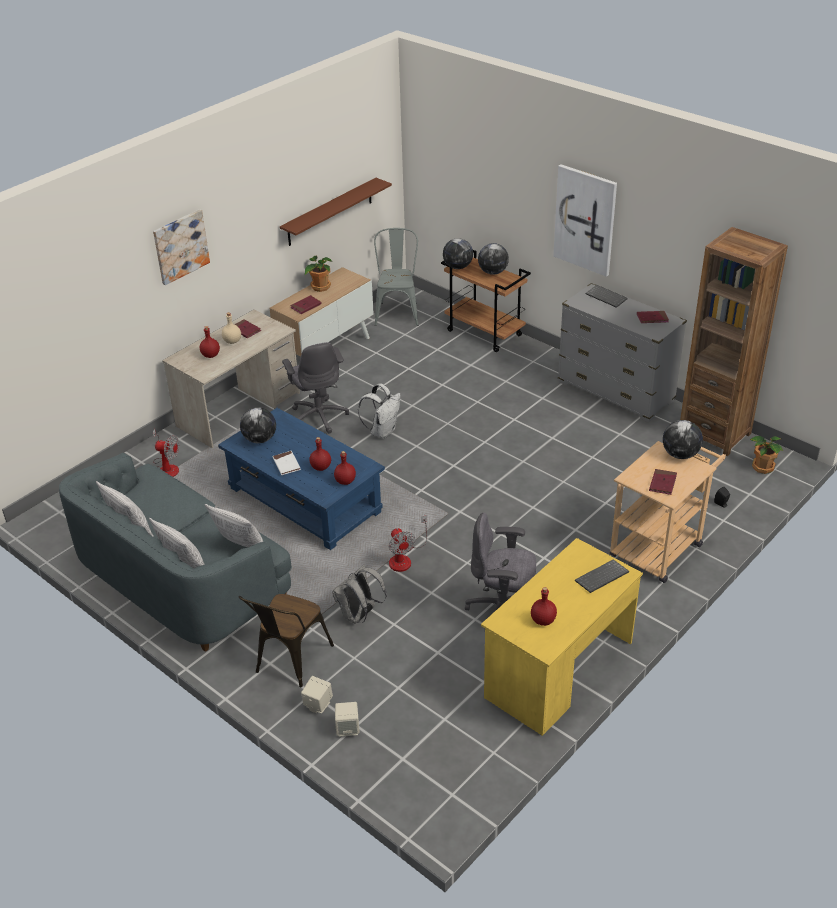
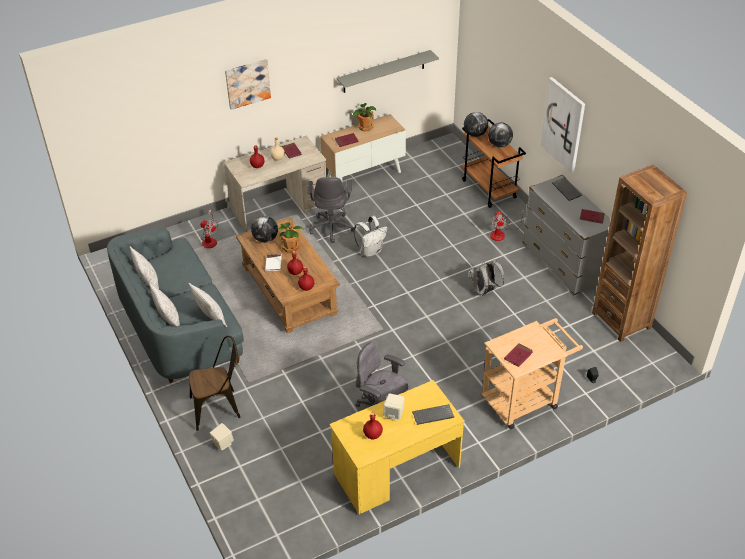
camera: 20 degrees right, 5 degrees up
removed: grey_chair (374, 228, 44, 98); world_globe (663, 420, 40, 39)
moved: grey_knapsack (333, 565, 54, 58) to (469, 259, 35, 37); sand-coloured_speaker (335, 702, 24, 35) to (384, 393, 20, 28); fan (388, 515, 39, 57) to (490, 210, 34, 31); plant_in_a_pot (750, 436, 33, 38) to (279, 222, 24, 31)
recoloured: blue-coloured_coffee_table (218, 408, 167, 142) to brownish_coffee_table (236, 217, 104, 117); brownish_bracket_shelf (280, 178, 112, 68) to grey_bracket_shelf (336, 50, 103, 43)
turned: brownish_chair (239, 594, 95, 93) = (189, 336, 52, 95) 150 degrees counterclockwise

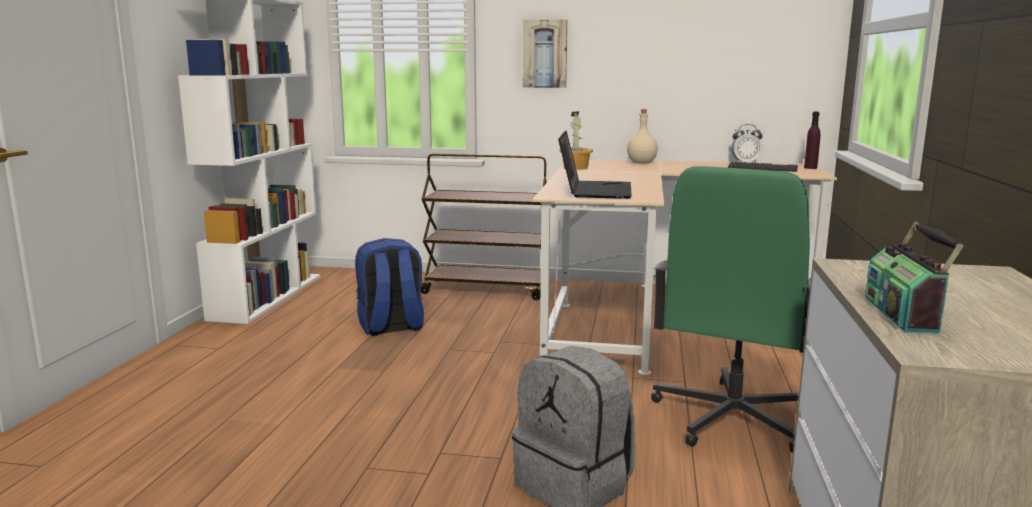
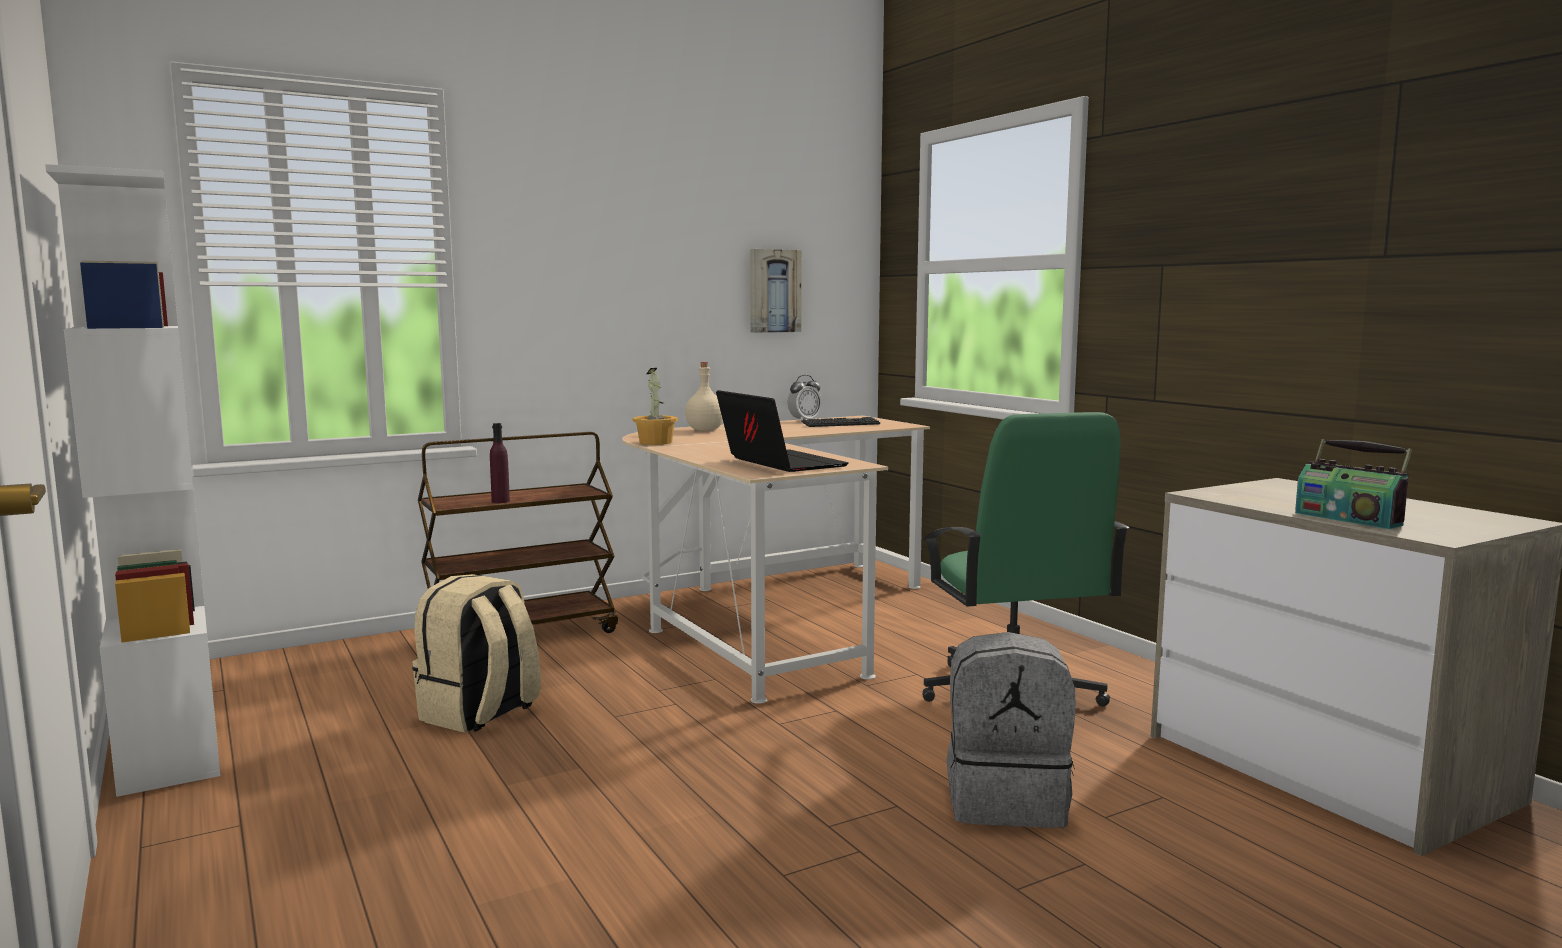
camera: 40 degrees left, 5 degrees down
moved: picture (523, 20, 44, 68) to (750, 249, 51, 84); purple_beverage_bottle (804, 112, 17, 57) to (490, 423, 20, 80)
recoloured: blue-coloured_knapsack (355, 238, 69, 98) to sand-coloured_knapsack (412, 574, 129, 159)

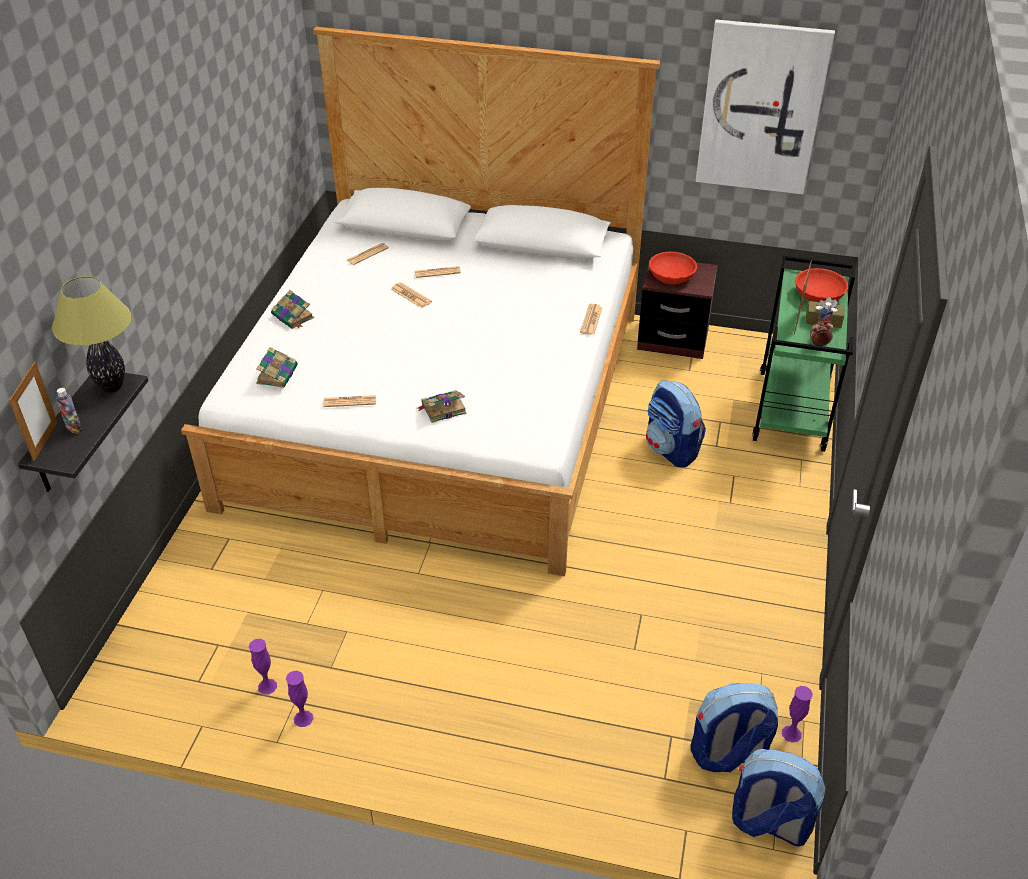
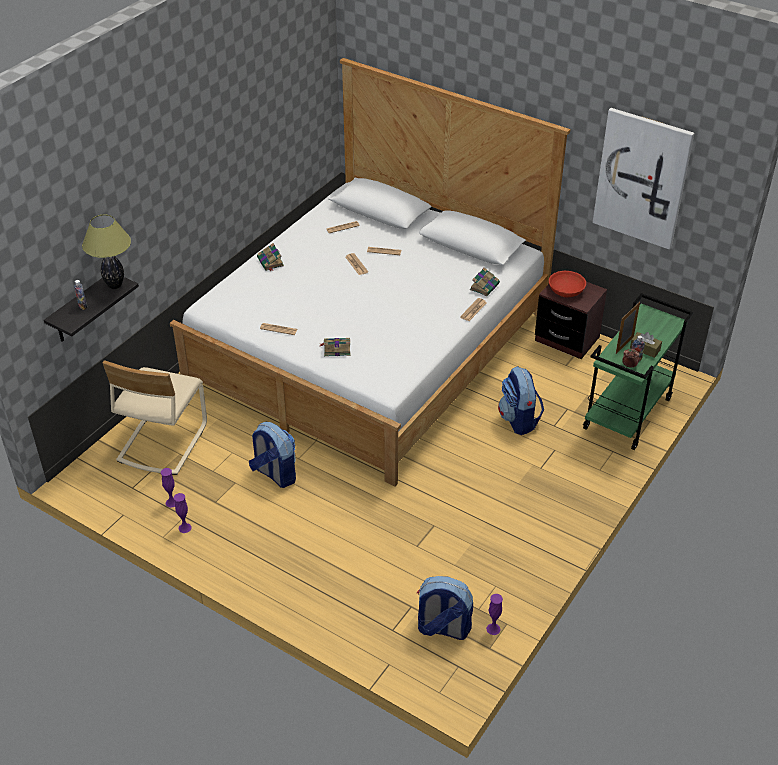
camera: 20 degrees right, 0 degrees up
removed: standing_frame (9, 361, 49, 100); red_serving_bowl (795, 268, 53, 34)
added: sand-coloured_chair (103, 360, 104, 115)
moved: volume (256, 347, 42, 41) to (470, 267, 30, 29); knapsack (732, 749, 93, 97) to (249, 422, 47, 66)

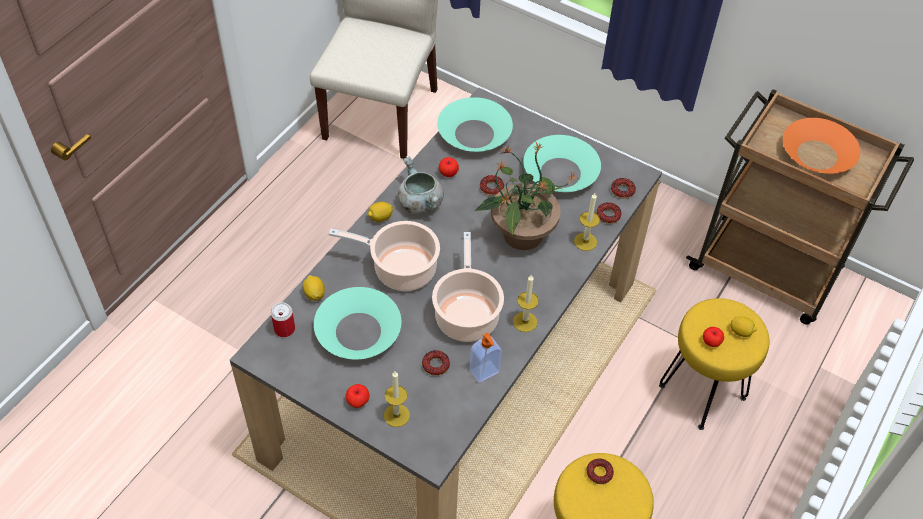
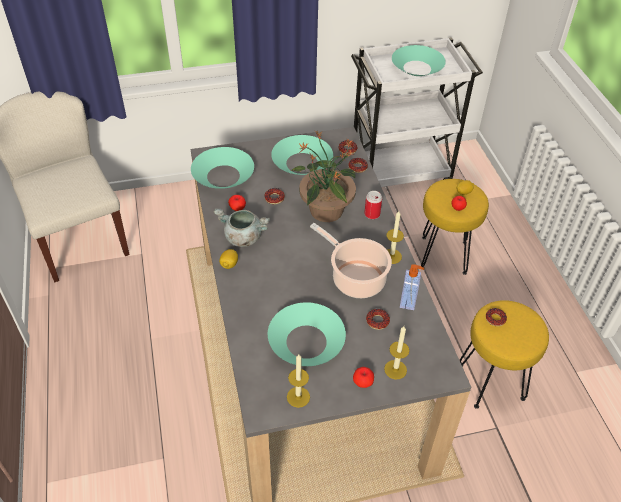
camera: 45 degrees left, 5 degrees down
removed: citrus_fruit (303, 275, 22, 26); saucepot (329, 221, 111, 70)
moved: sealed_can (271, 302, 24, 35) to (364, 191, 18, 28); wax_candle (574, 193, 26, 58) to (287, 354, 23, 54)
recoloured: brownish_trolley (686, 89, 228, 235) to white-coloured_trolley (351, 37, 132, 150); orangey_serving_bowl (783, 118, 77, 56) to turquoise_serving_bowl (392, 45, 54, 31)

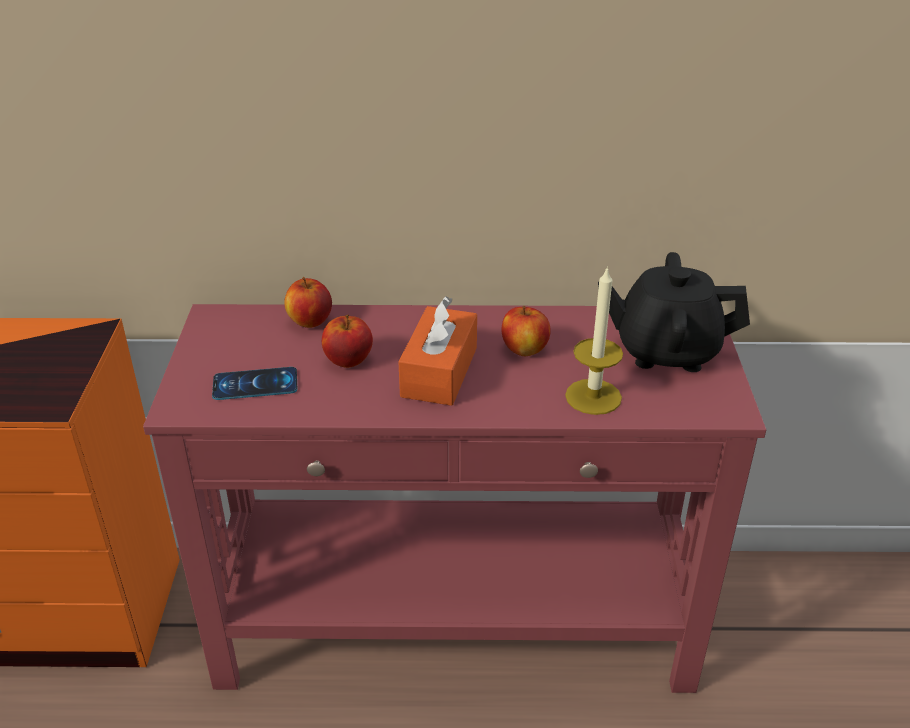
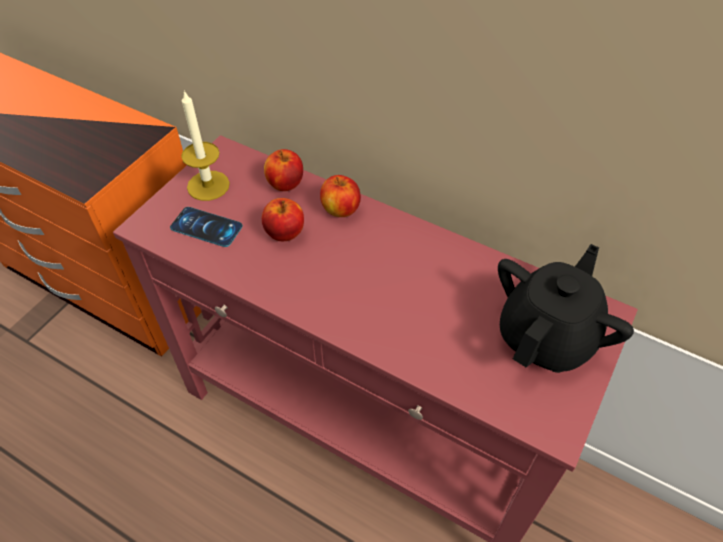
camera: 30 degrees right, 15 degrees up
removed: orangey_box_of_tissues (398, 296, 79, 110)
moved: apple (502, 306, 49, 50) to (320, 175, 41, 42); wax_candle (565, 266, 58, 149) to (181, 90, 49, 111)
turned: black-coloured_tea_pot (598, 252, 152, 120) = (498, 244, 136, 129) 90 degrees clockwise

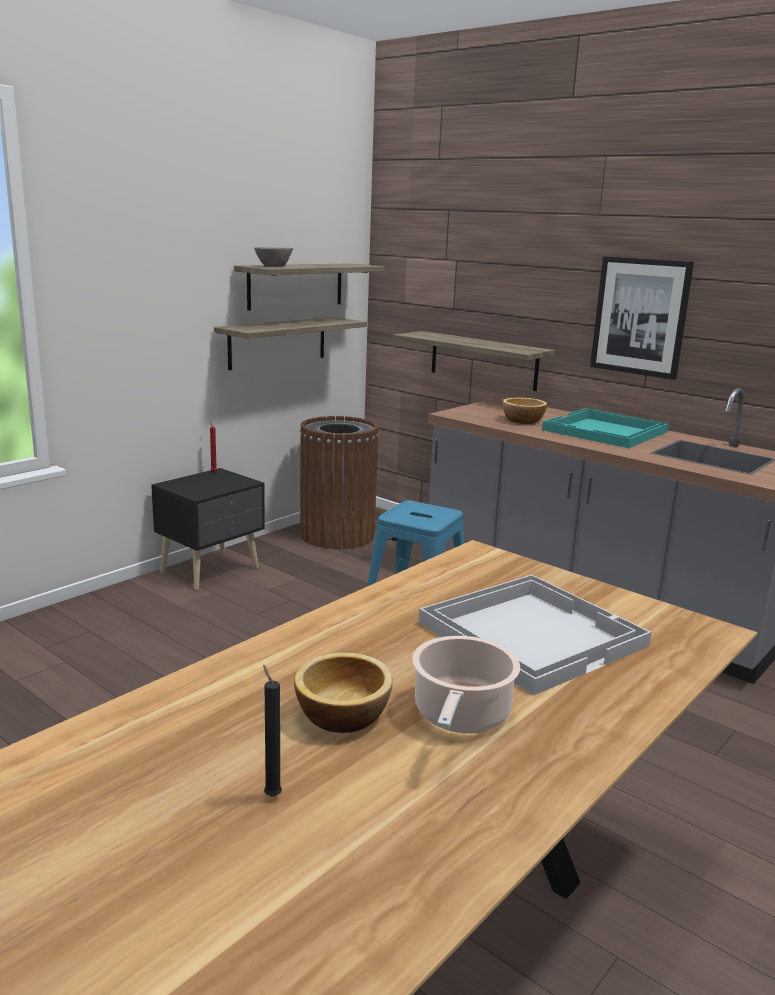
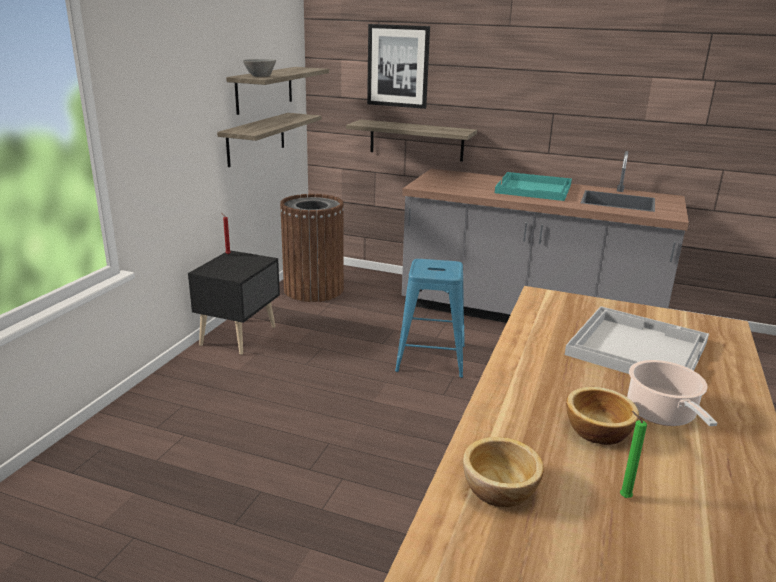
camera: 20 degrees left, 5 degrees up
moved: serving_bowl (503, 397, 44, 27) to (463, 437, 81, 70); picture (590, 256, 104, 124) to (367, 24, 63, 85)
recoloured: black-coloured_wax_candle (263, 665, 19, 132) to greenish_wax_candle (620, 411, 27, 87)

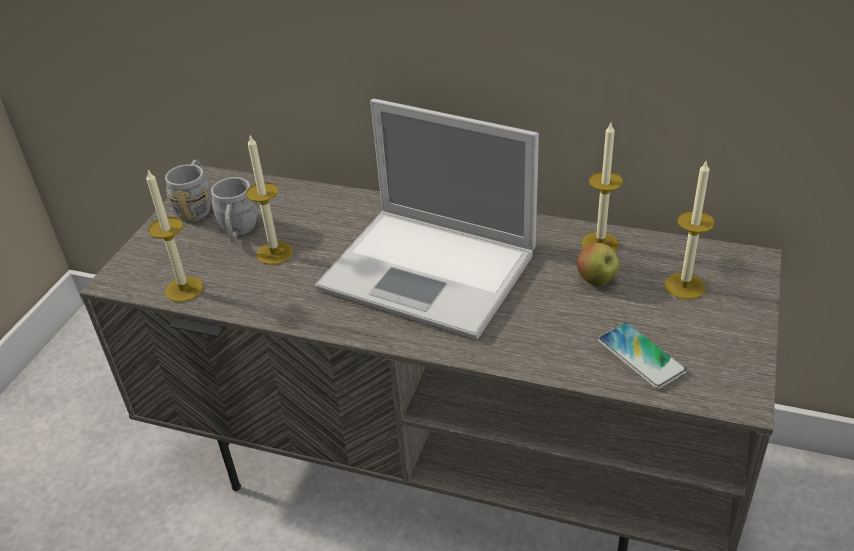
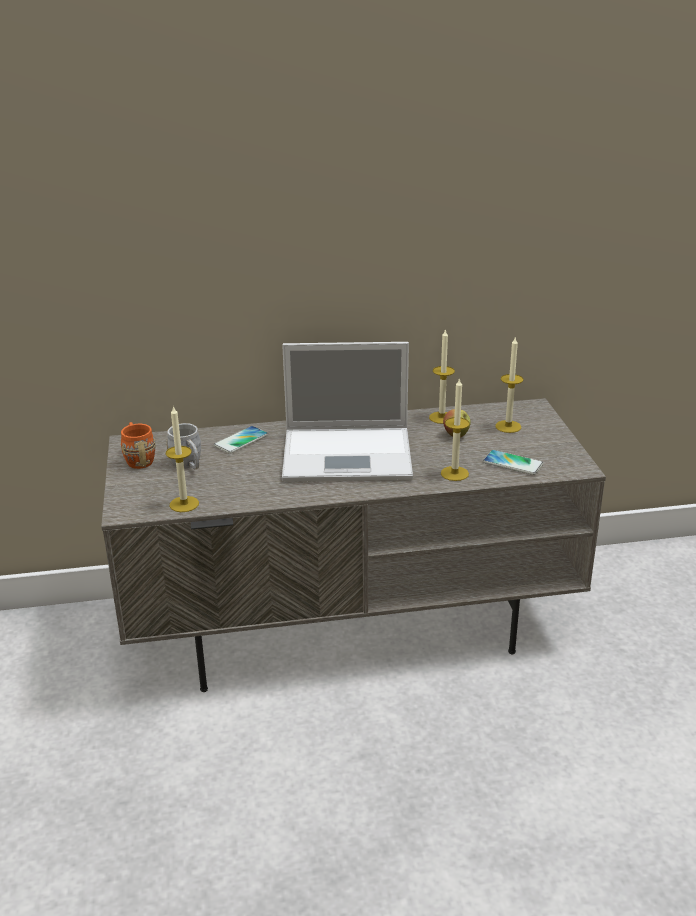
camera: 30 degrees left, 10 degrees down
added: handset (214, 426, 54, 28)
moved: wax_candle (246, 135, 47, 130) to (441, 378, 29, 103)
recoloured: grey_tea_mug (165, 160, 46, 61) to orangey_tea_mug (121, 422, 35, 47)

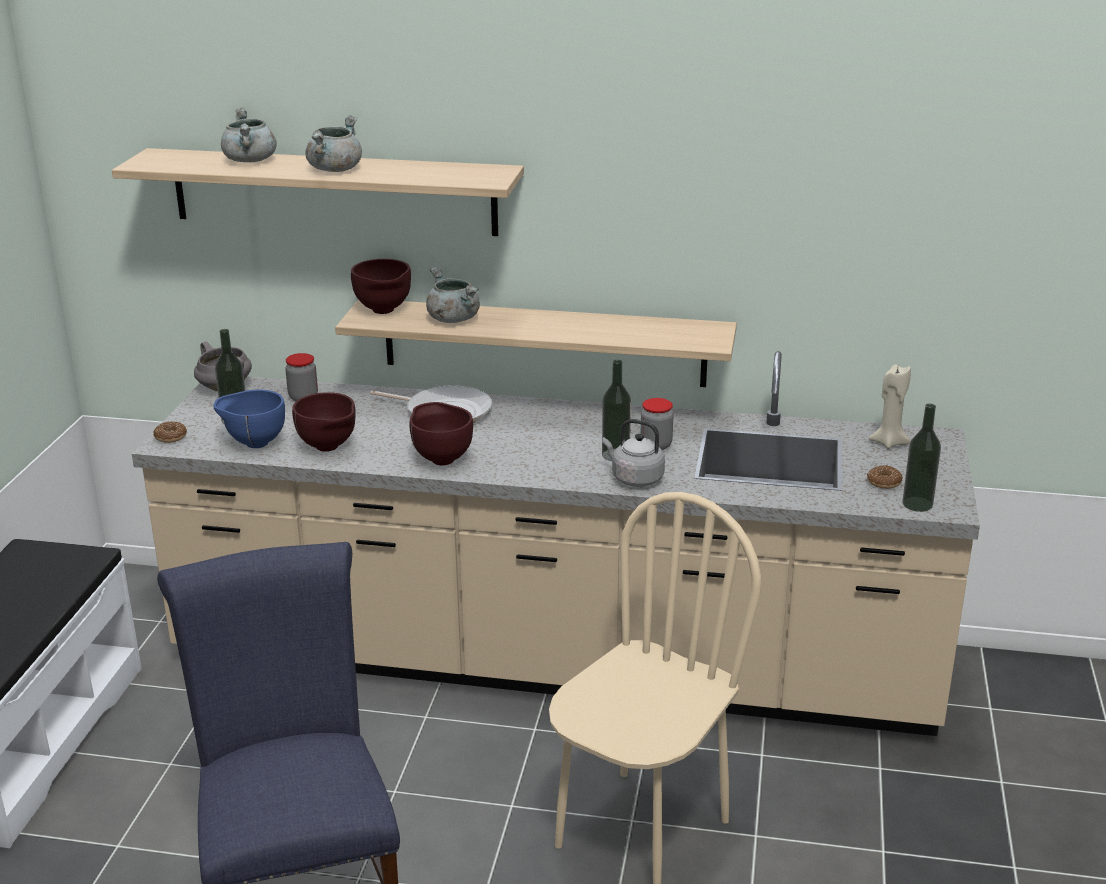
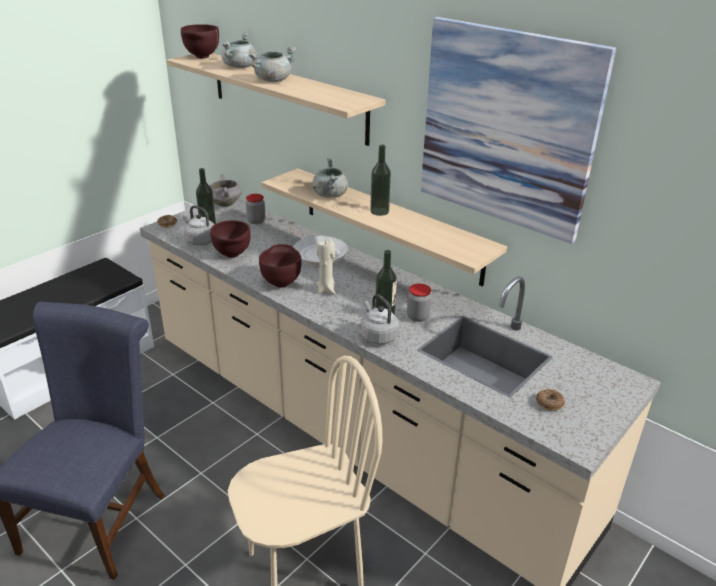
camera: 30 degrees right, 5 degrees up
added: picture (421, 17, 195, 227)
moved: brownish_serving_bowl (351, 259, 60, 55) to (181, 24, 38, 35); sand-coloured_wax_candle (869, 365, 42, 84) to (316, 239, 19, 56); beverage_bottle (902, 404, 39, 108) to (370, 144, 21, 72)
replaced: blue-coloured_serving_bowl (213, 389, 72, 59) to grey_tea_kettle (183, 205, 32, 41)

